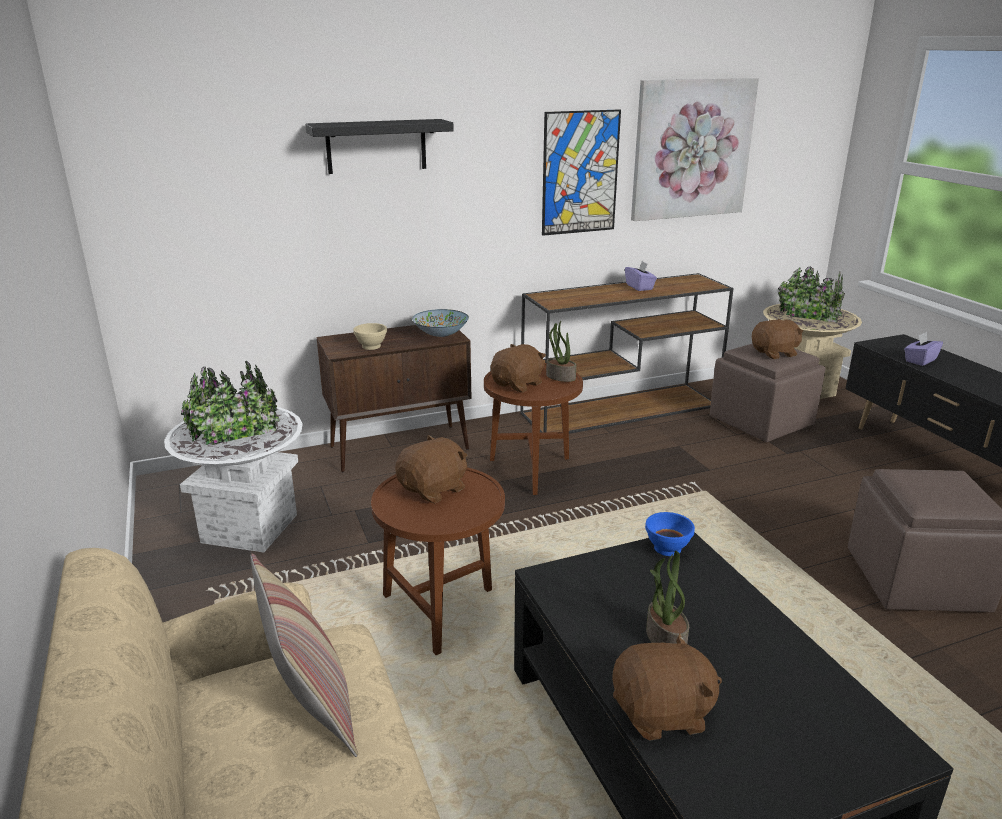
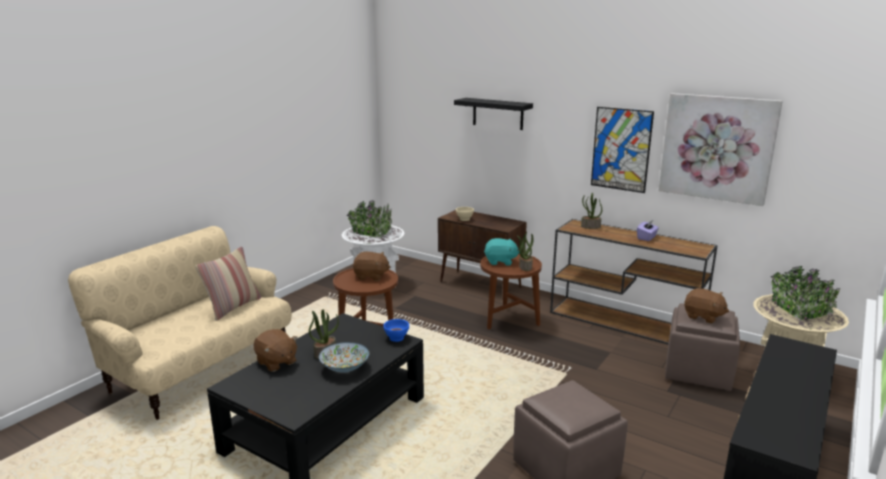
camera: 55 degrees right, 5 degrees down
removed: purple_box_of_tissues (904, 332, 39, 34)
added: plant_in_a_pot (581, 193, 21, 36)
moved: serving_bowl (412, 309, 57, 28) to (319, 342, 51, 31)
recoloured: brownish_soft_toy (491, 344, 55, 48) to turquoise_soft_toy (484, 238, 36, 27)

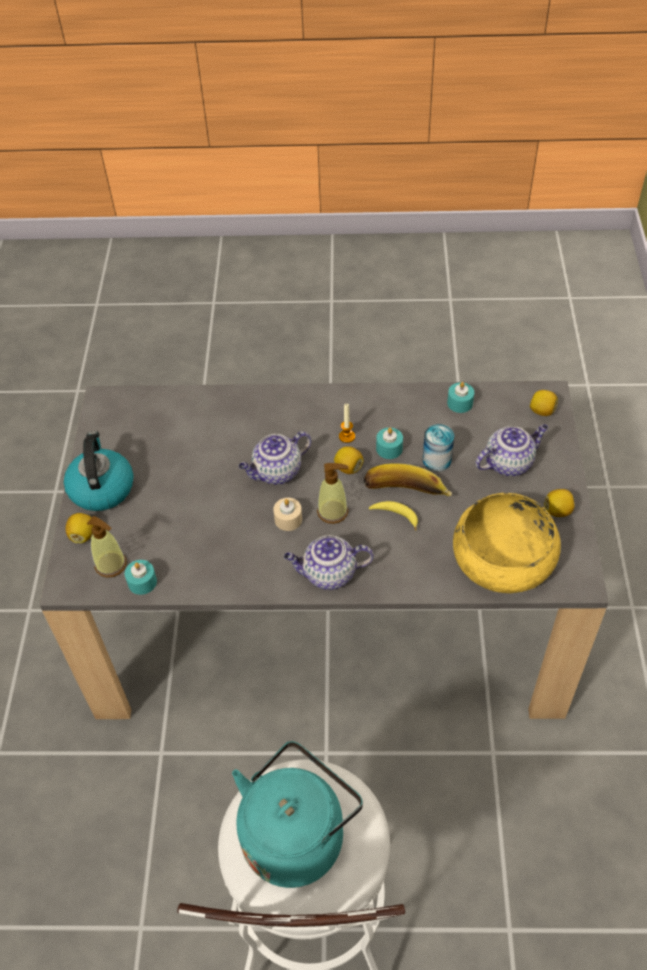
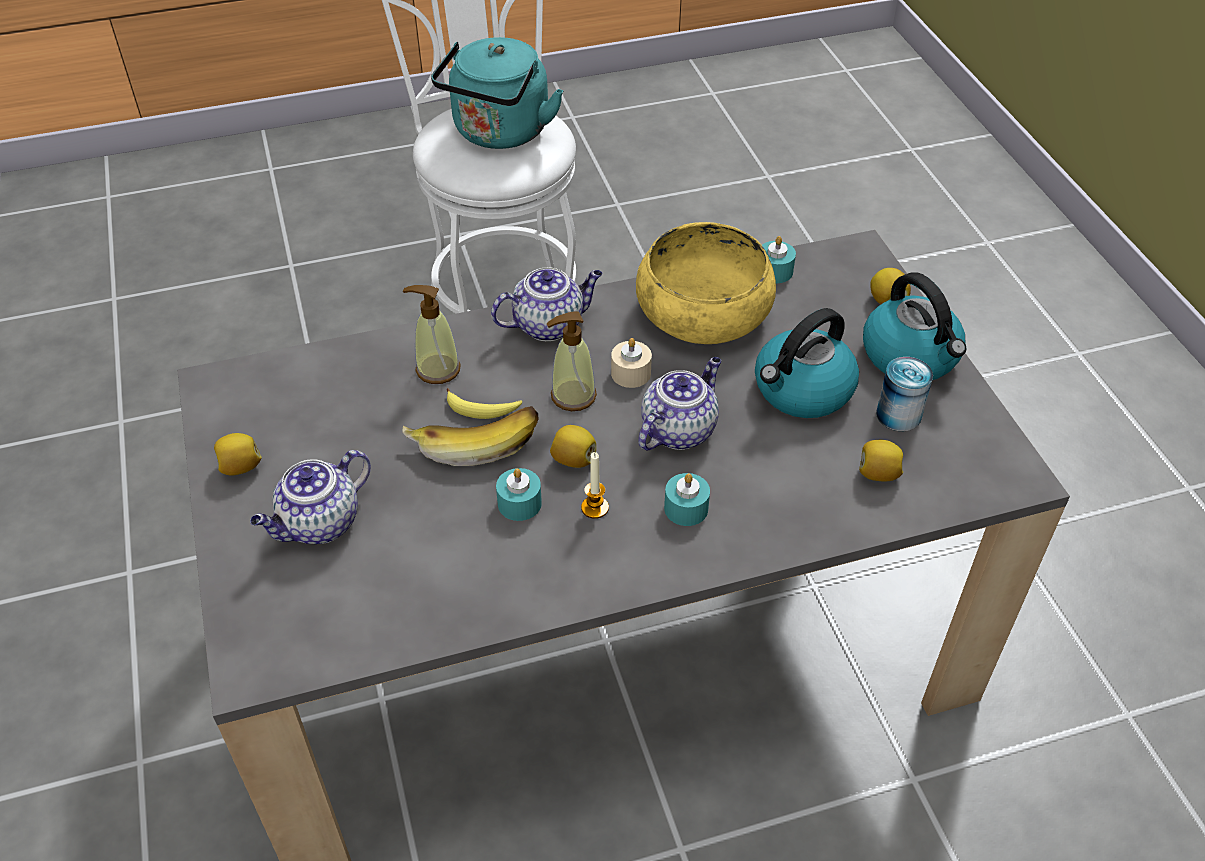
camera: 160 degrees right, 5 degrees down
added: tea_kettle (755, 308, 104, 110)
moved: soap_dispenser (87, 516, 40, 62) to (403, 285, 58, 99); sealed_can (423, 424, 31, 48) to (876, 357, 57, 74); turquoise_wax_candle (447, 382, 27, 31) to (664, 473, 46, 53); yellow_serving_bowl (453, 493, 108, 100) to (636, 222, 140, 122); citrus_fruit (530, 390, 28, 26) to (859, 440, 44, 41)

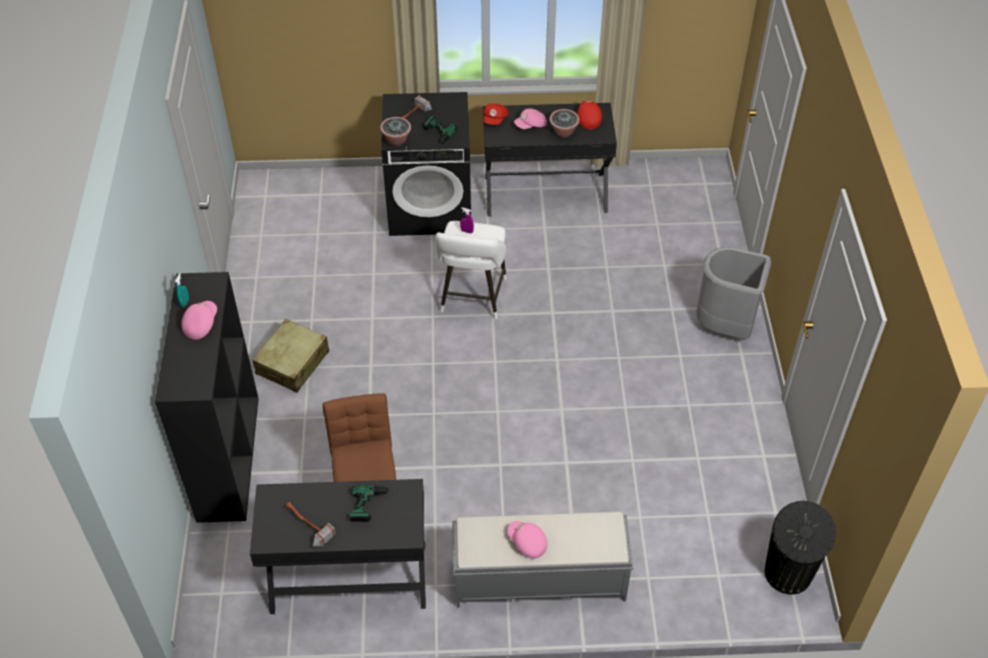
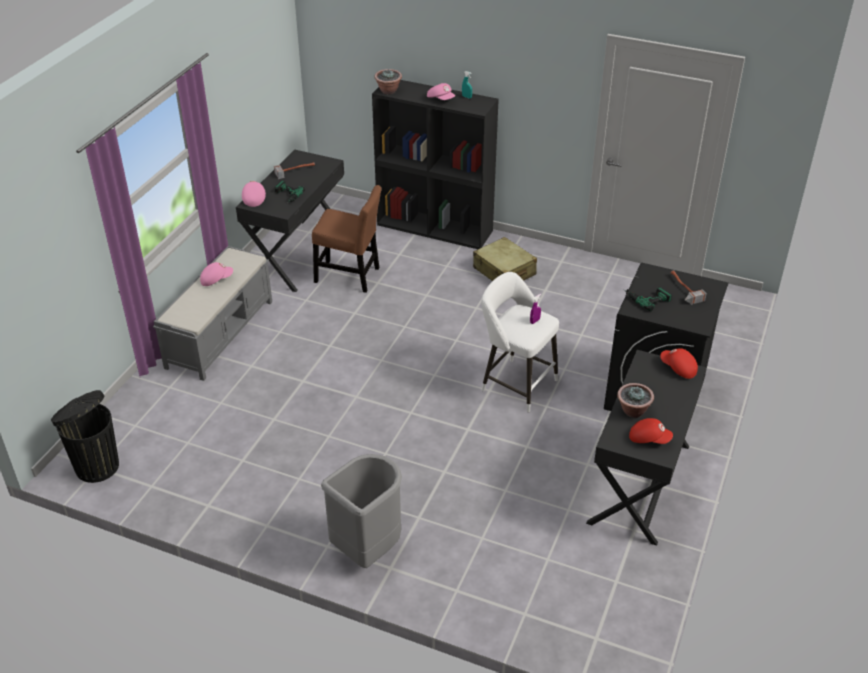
camera: 115 degrees right, 10 degrees down
moved: plant_in_a_pot (380, 117, 31, 30) to (374, 69, 28, 25); pink-coloured_peaked_cap (514, 108, 33, 21) to (242, 181, 24, 26)

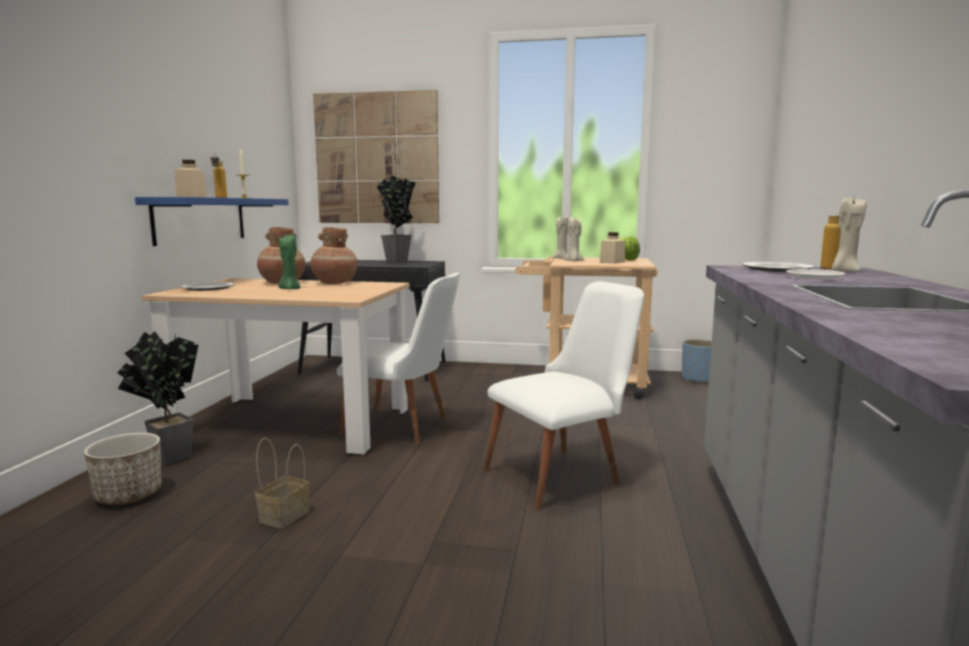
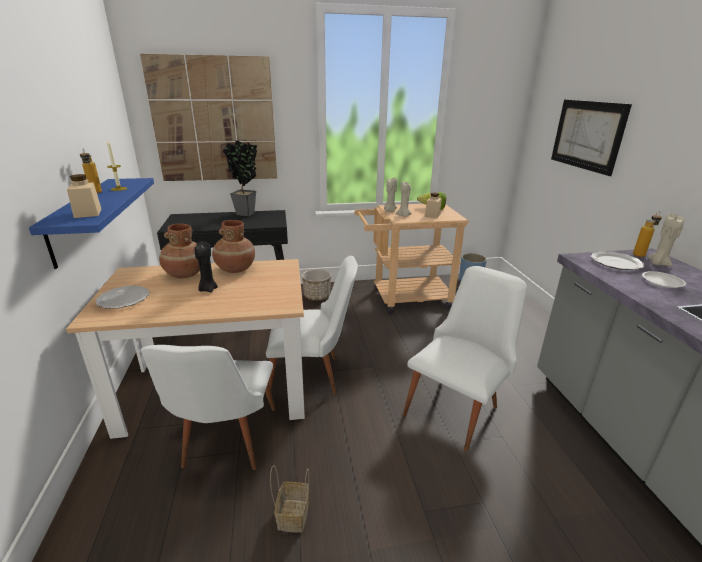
camera: 20 degrees left, 15 degrees up
removed: plant_in_a_pot (117, 331, 81, 134)
added: white-coloured_chair (141, 345, 134, 125); picture (551, 100, 81, 76)
moved: flower_pot (84, 433, 77, 71) to (302, 269, 29, 32)
recoloured: greenish_wax_candle (278, 235, 22, 54) to black-coloured_wax_candle (194, 241, 24, 52)

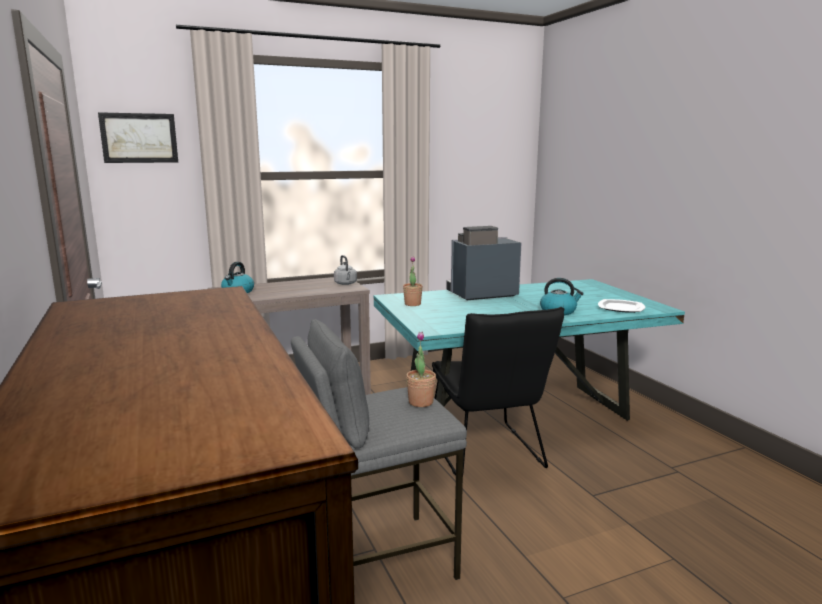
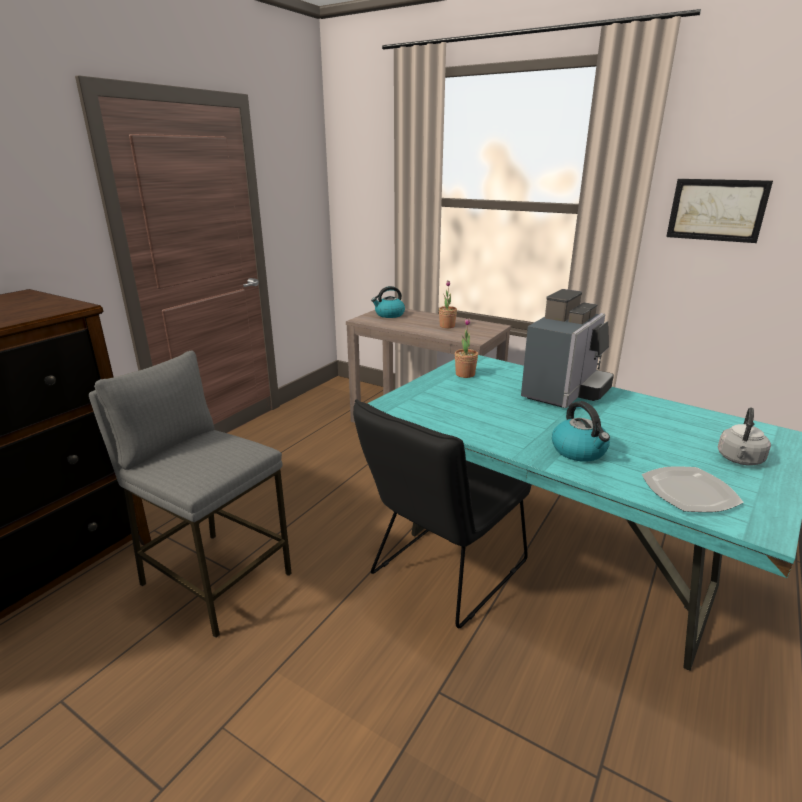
camera: 55 degrees right, 10 degrees up
moved: picture (98, 112, 80, 51) to (666, 179, 107, 64); grey_tea_kettle (334, 255, 23, 30) to (718, 407, 53, 59); plant_in_a_pot (406, 331, 30, 76) to (439, 280, 18, 48)
turned: coffee_machine (446, 226, 75, 74) = (521, 289, 93, 119) 90 degrees clockwise

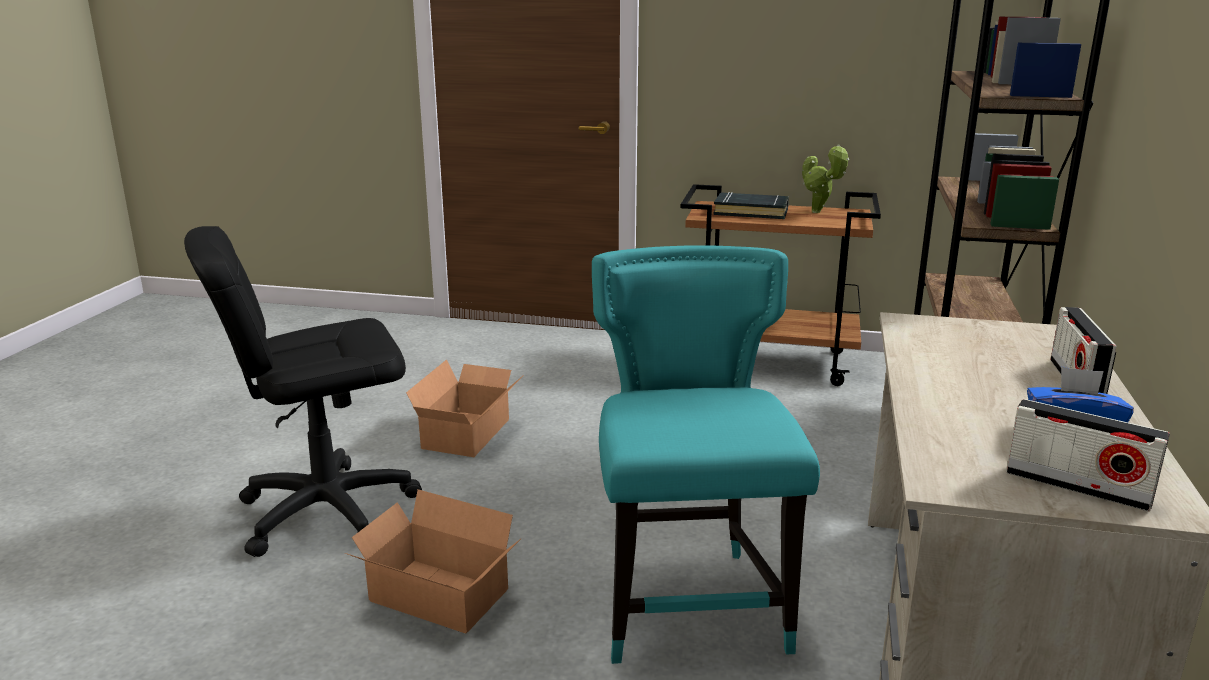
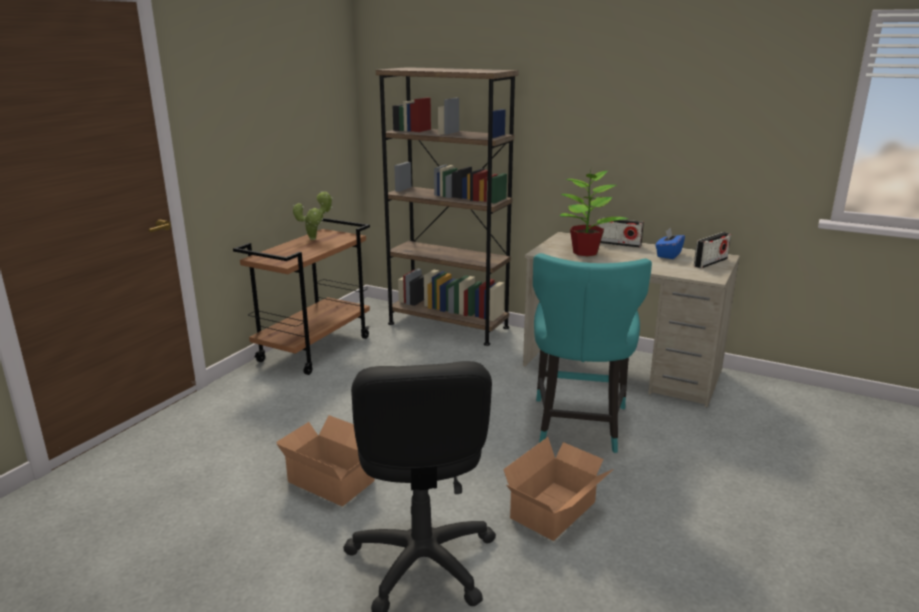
camera: 75 degrees left, 0 degrees up
removed: black-coloured_volume (714, 192, 75, 27)
added: plant_in_a_pot (560, 171, 68, 85)
turned: turquoise_chair (592, 245, 228, 419) = (533, 253, 119, 200) 90 degrees counterclockwise

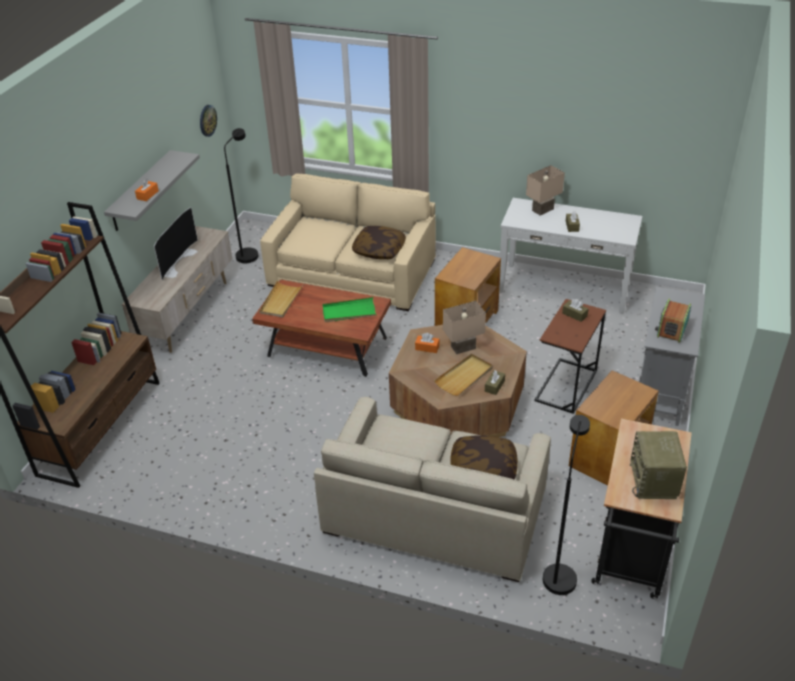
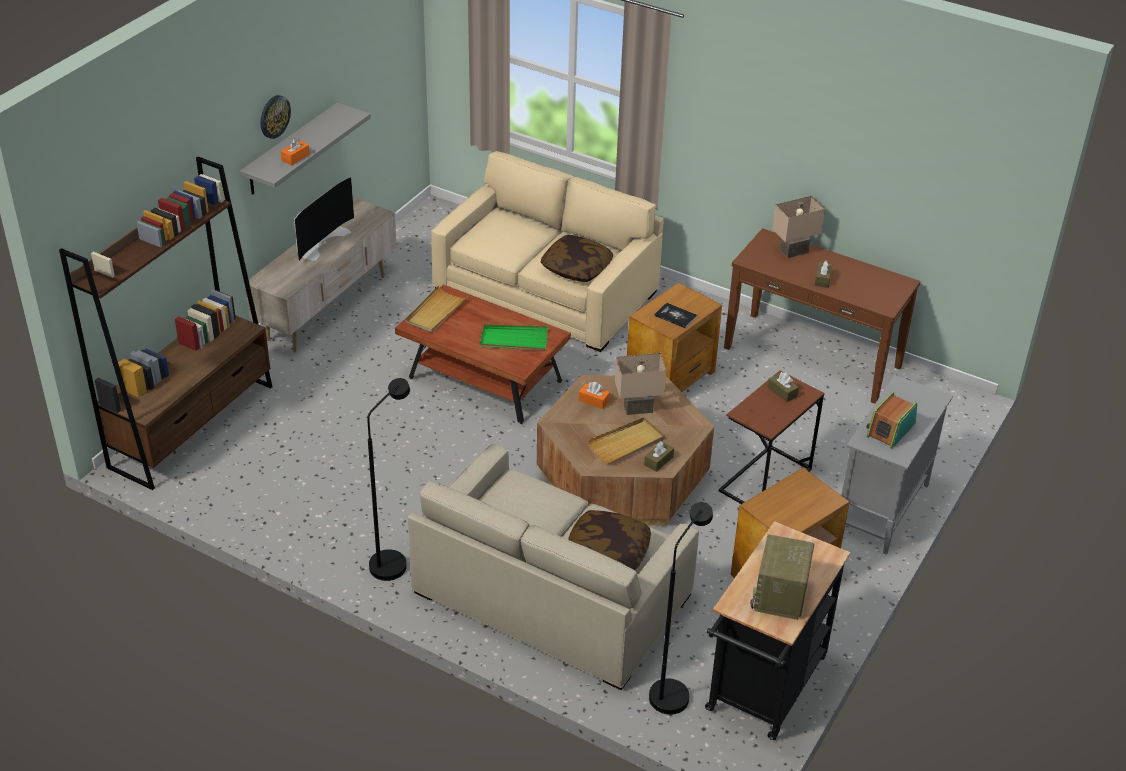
camera: 10 degrees right, 0 degrees up
added: volume (654, 302, 43, 27)
moved: hanging_clock (200, 105, 17, 32) to (260, 95, 31, 44); black-coloured_standing_lamp (224, 128, 35, 135) to (367, 378, 43, 203)
recoloured: white-coloured_narrow_table (499, 198, 144, 116) to brownish_narrow_table (724, 228, 197, 176)

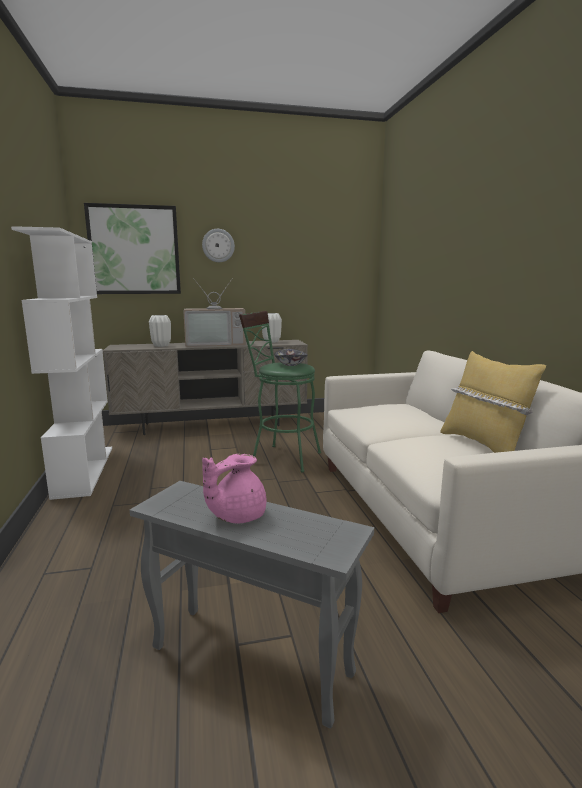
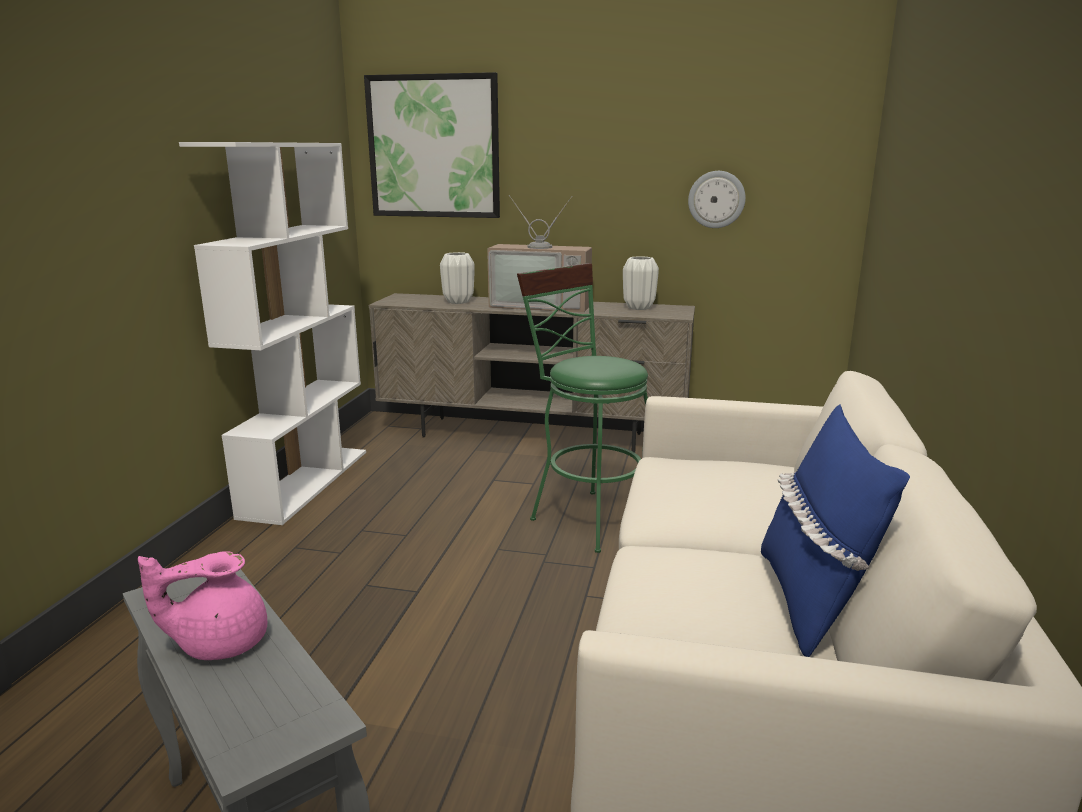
camera: 25 degrees right, 5 degrees up
removed: serving_bowl (274, 349, 34, 17)
moved: hanging_clock (202, 229, 33, 33) to (688, 171, 58, 57)
recoloured: yellow_pillow (440, 351, 106, 102) to blue-coloured_pillow (761, 405, 149, 252)

